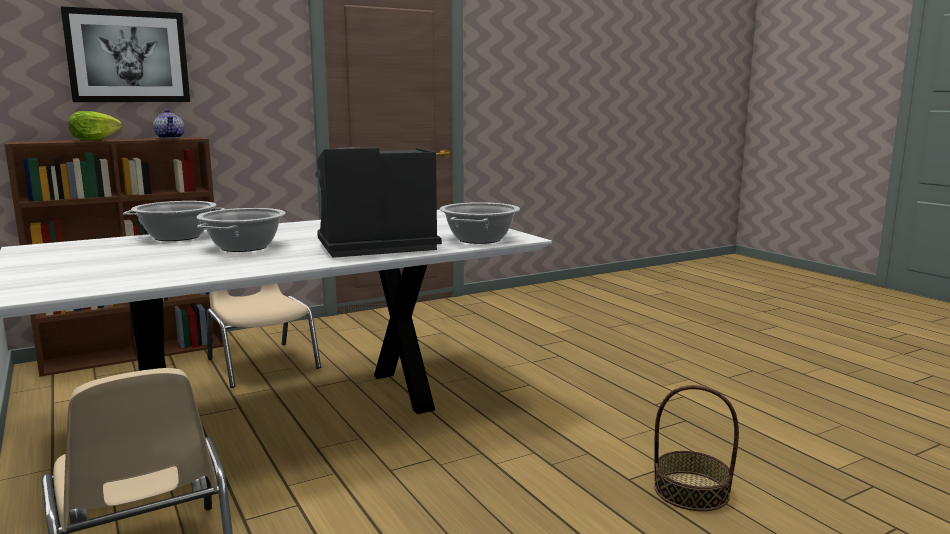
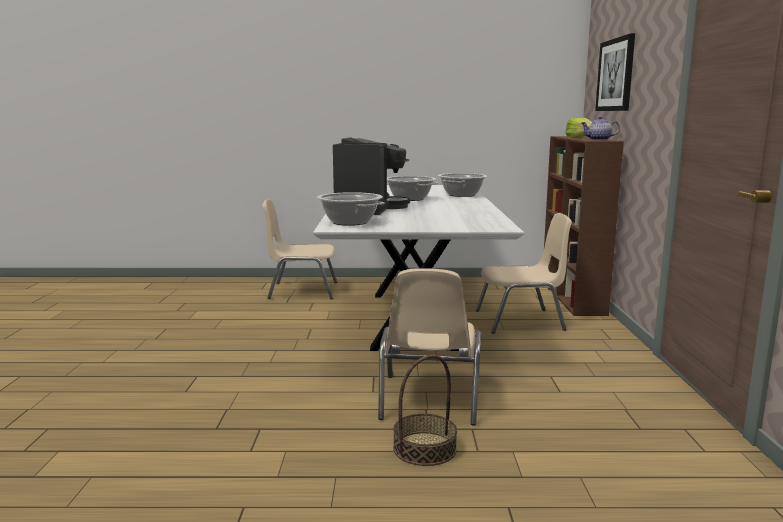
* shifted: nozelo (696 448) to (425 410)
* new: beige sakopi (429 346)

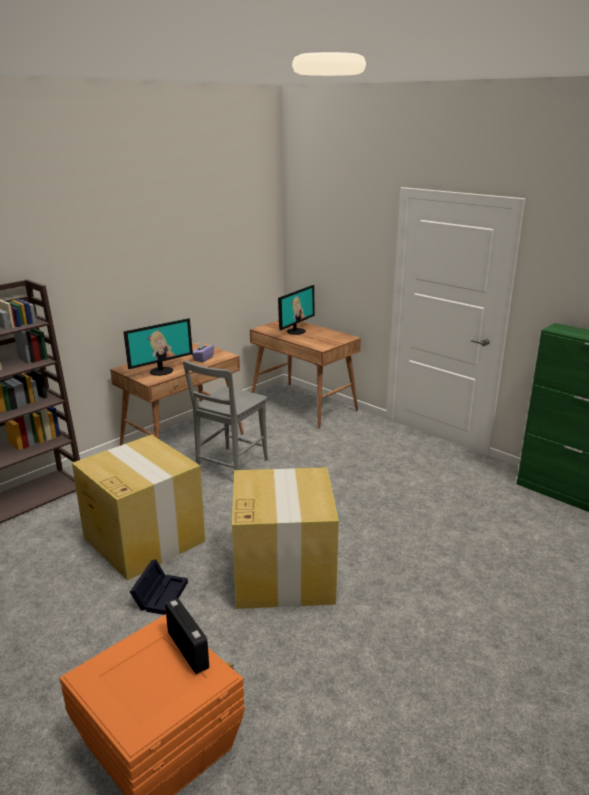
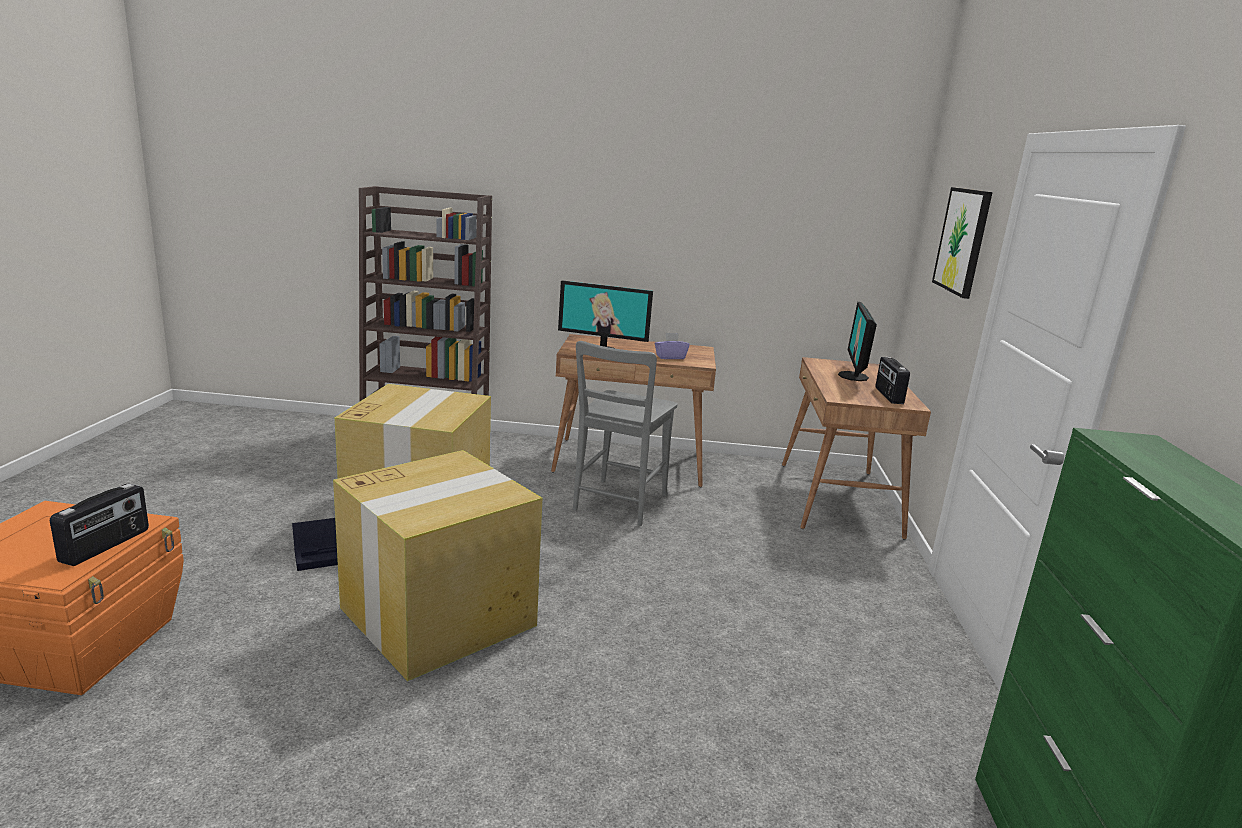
* rotated: grey sakopi (225 415) = (625 433) 60 degrees counterclockwise
* rotated: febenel (296 310) = (857 341) 105 degrees clockwise
* new: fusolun (893 380)
* new: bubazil (962 243)

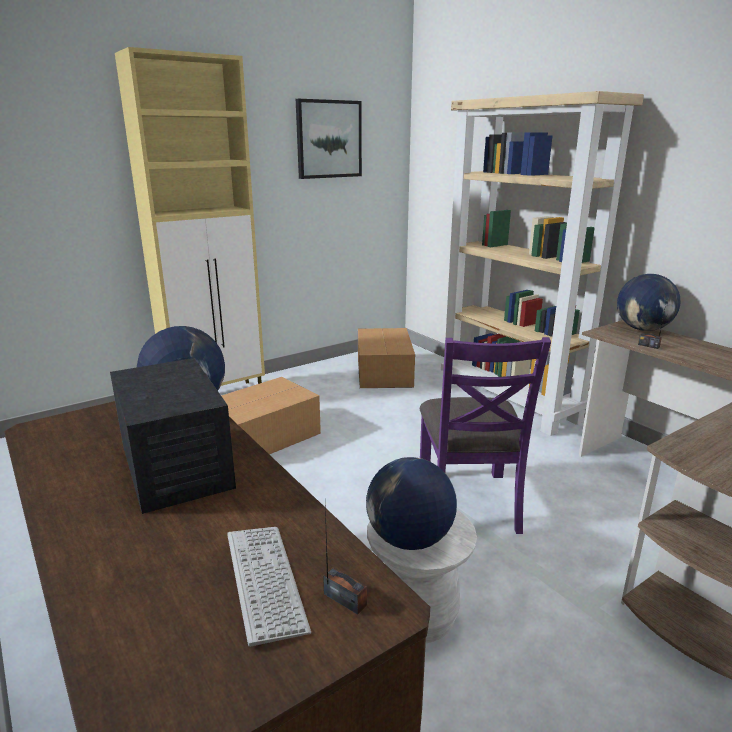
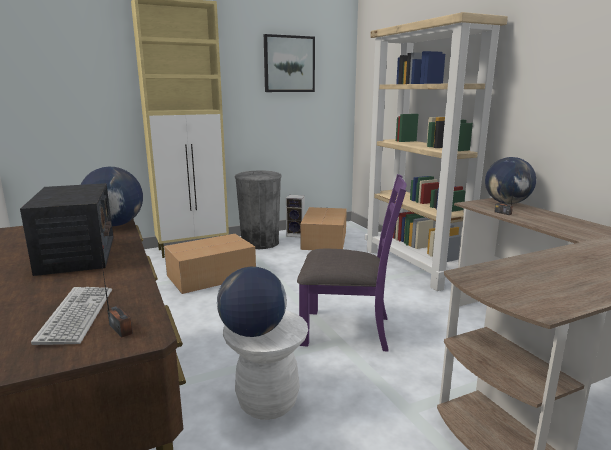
* rotated: purple sakopi (485 435) = (352 263) 90 degrees counterclockwise
* new: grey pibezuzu (258 209)
* new: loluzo (295 216)

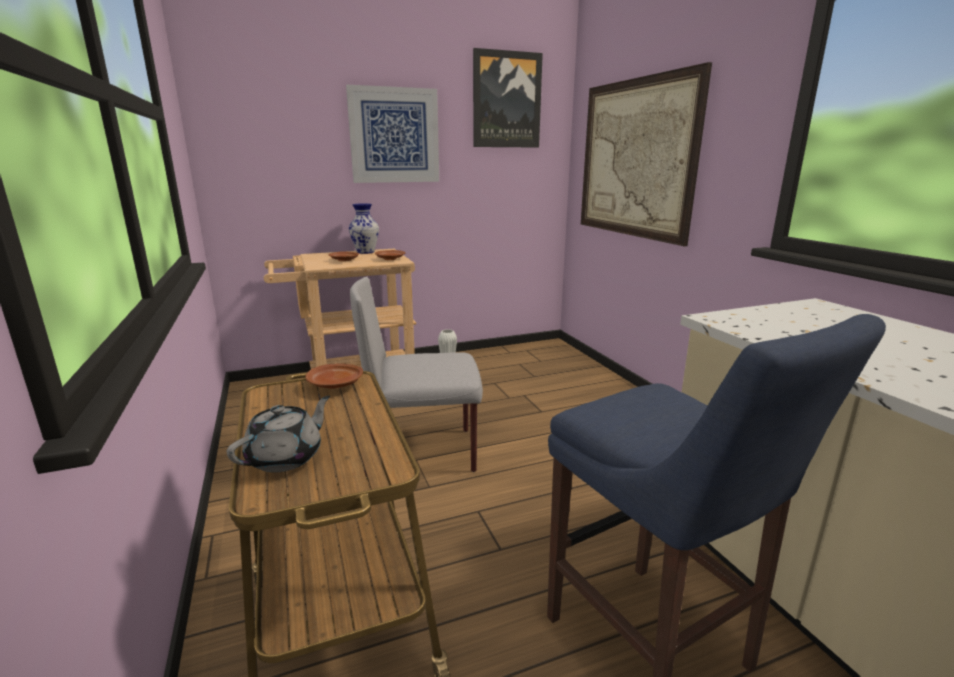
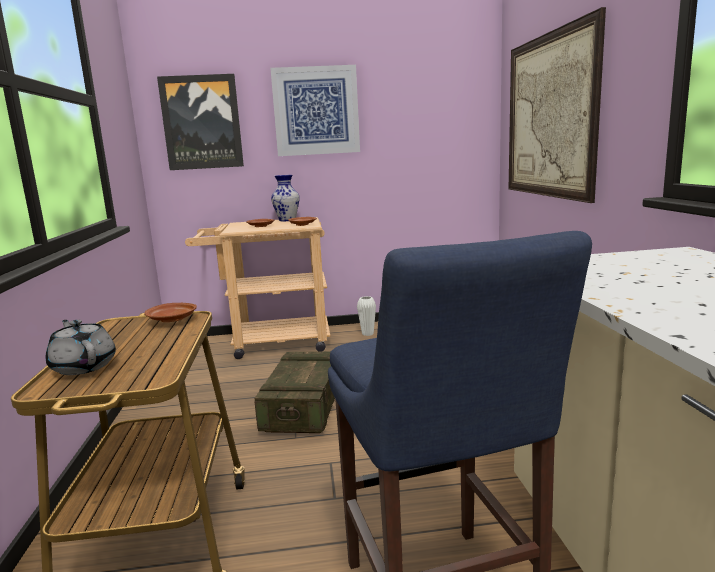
* rotated: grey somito (278 434) = (81 347) 90 degrees counterclockwise
* swapped: grey sakopi (416 377) to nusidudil (294 392)
* shifted: bubazil (508 98) to (200 122)

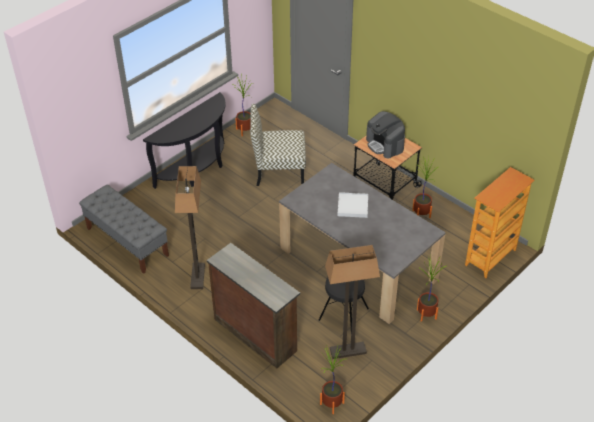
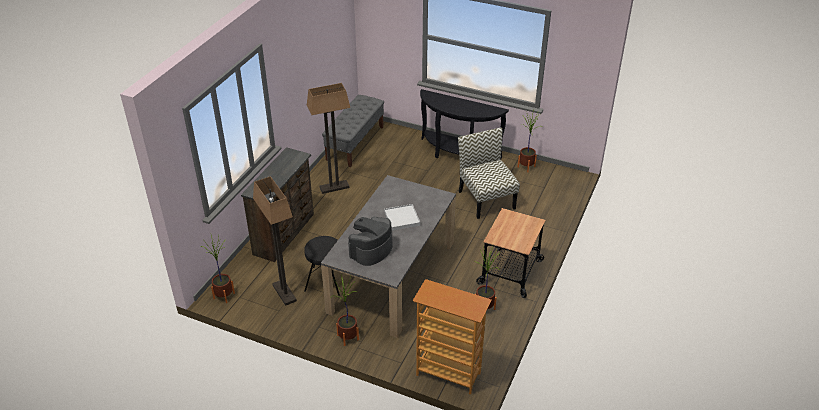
* shifted: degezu (385 134) to (370 241)

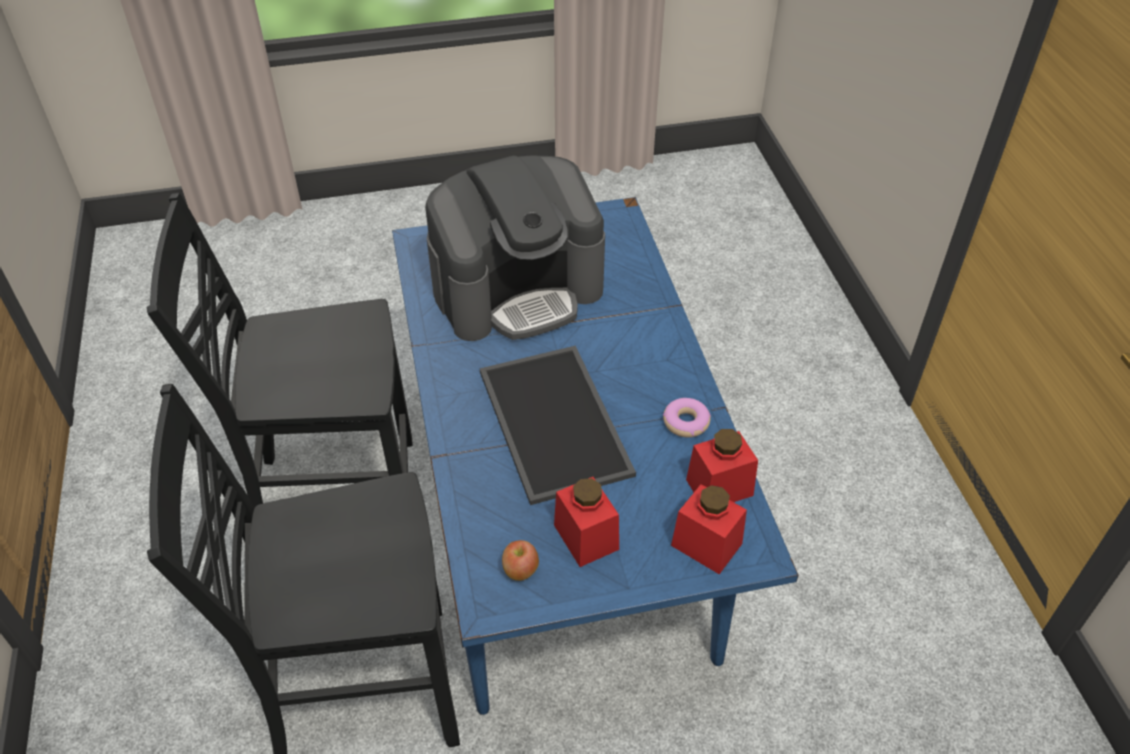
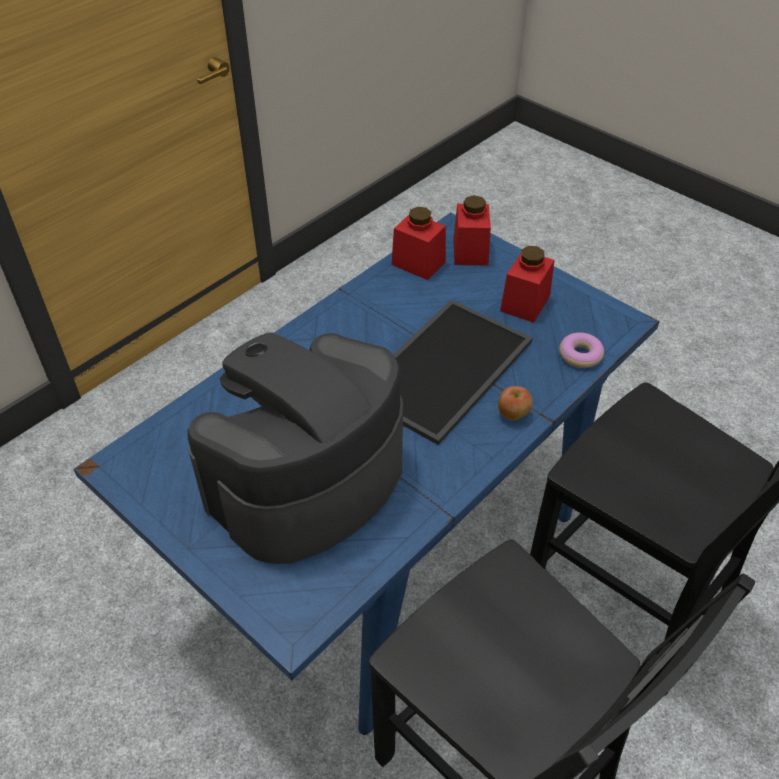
* rotated: degezu (515 248) = (295 448) 75 degrees counterclockwise
* shifted: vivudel (520 560) to (515 403)
* shifted: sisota (687 418) to (581 350)

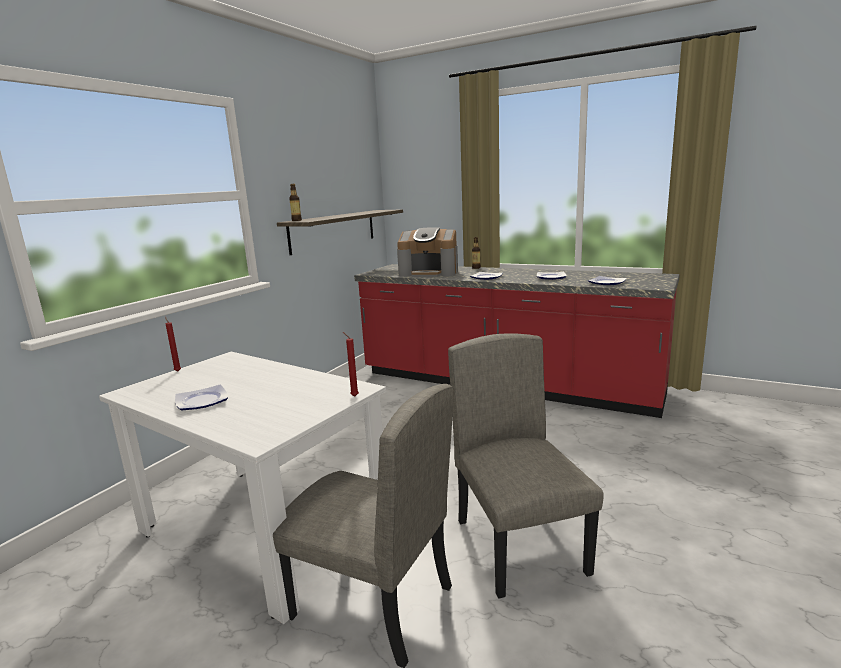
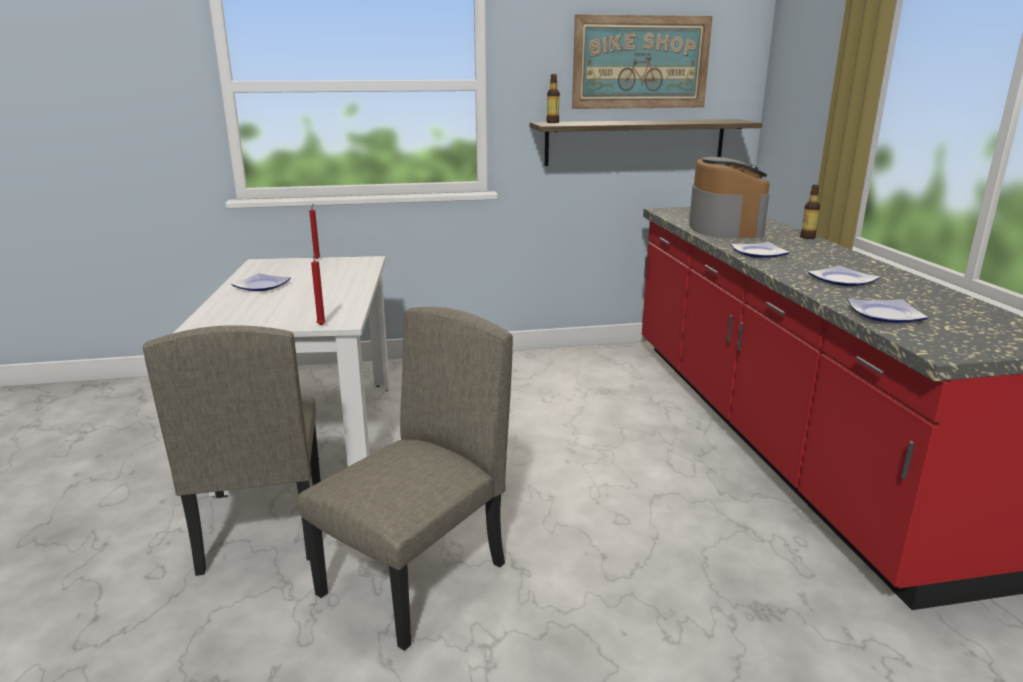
* rotated: degezu (427 252) = (729 197) 150 degrees counterclockwise
* new: bubazil (642 61)

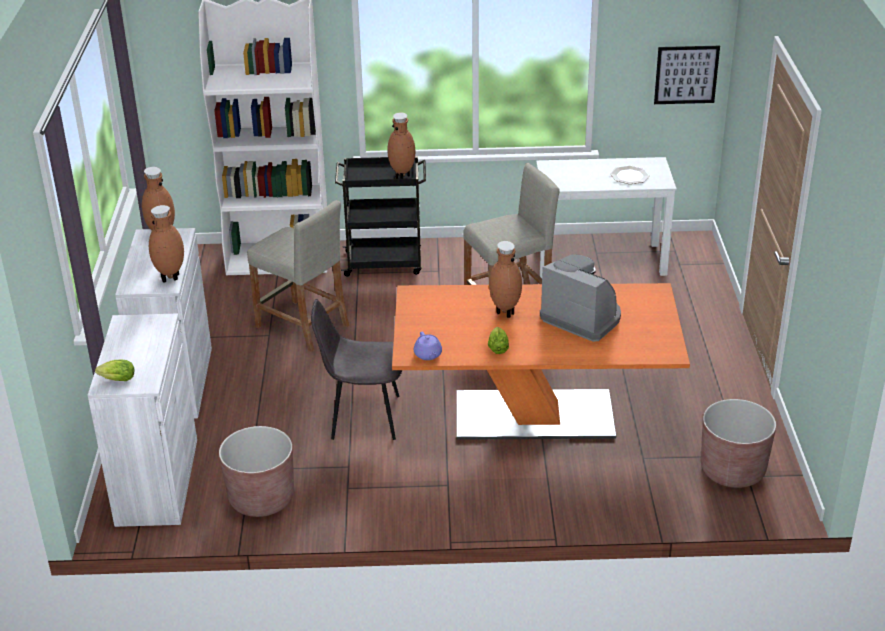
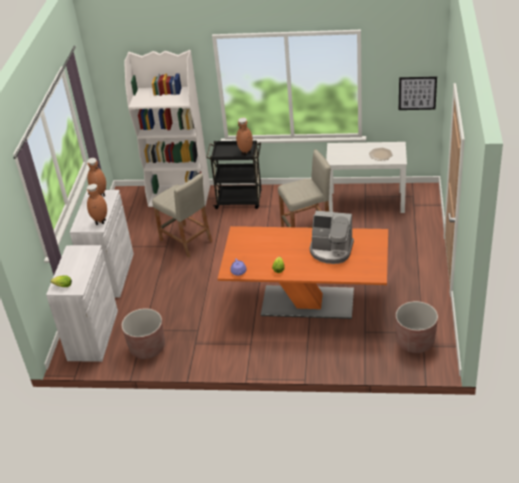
* gone: grey sakopi (356 369)
* gone: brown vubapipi (505 279)
* rotated: degezu (580 298) = (332 237) 150 degrees clockwise

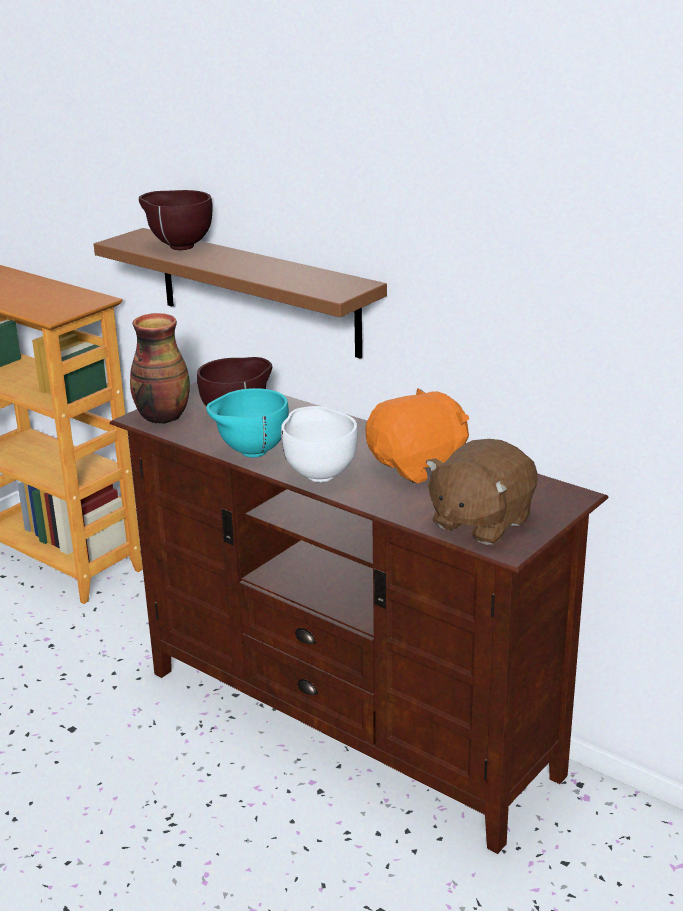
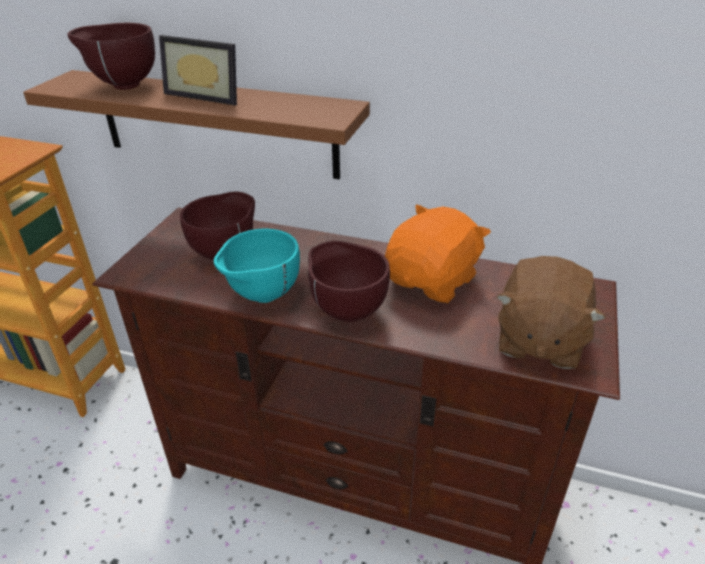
* gone: vubapipi (160 368)
* repainted: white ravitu (319 444) to brown ravitu (349 281)
* new: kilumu (198 70)

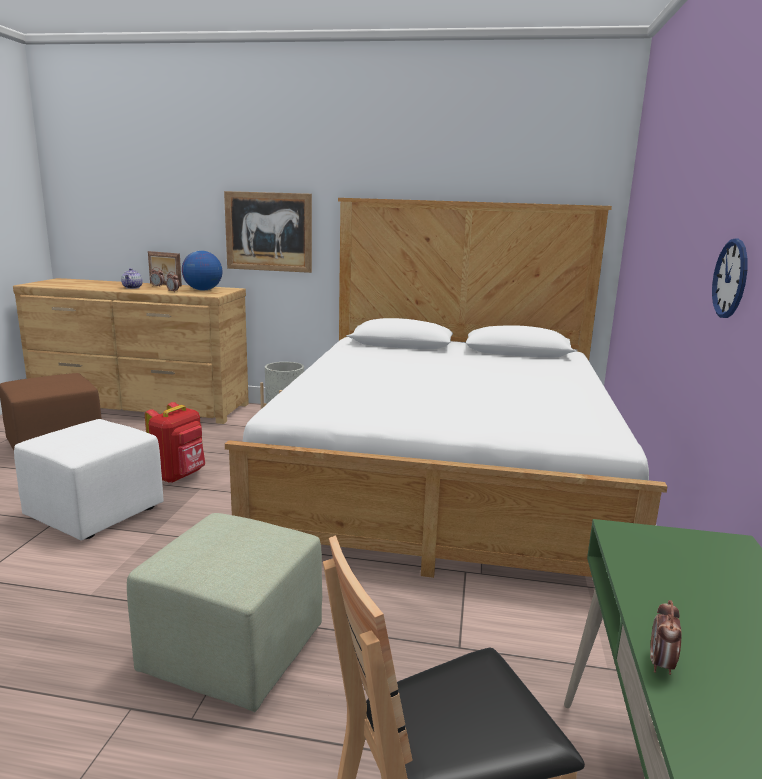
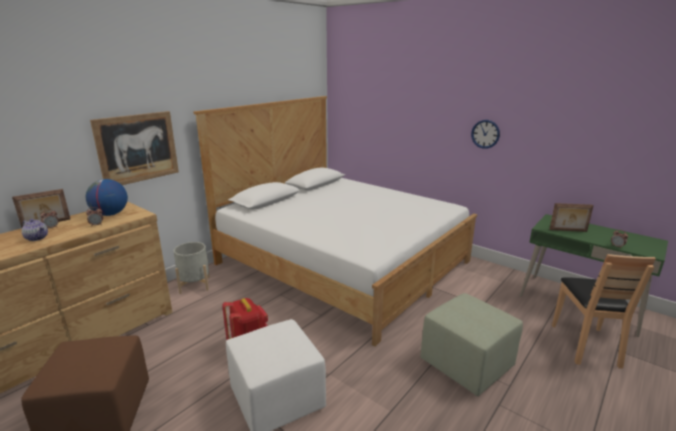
* new: kilumu (571 217)

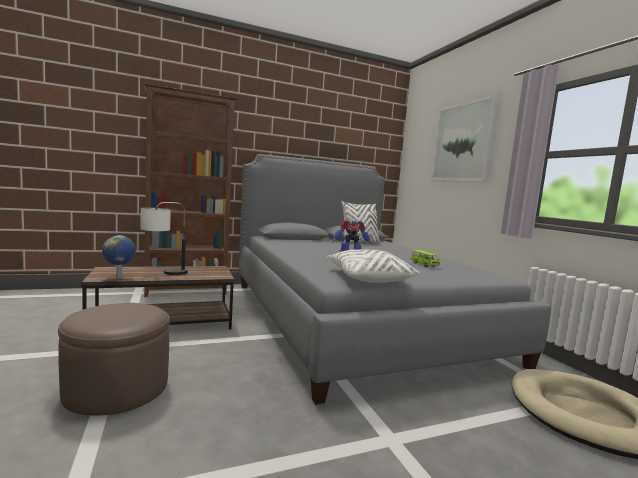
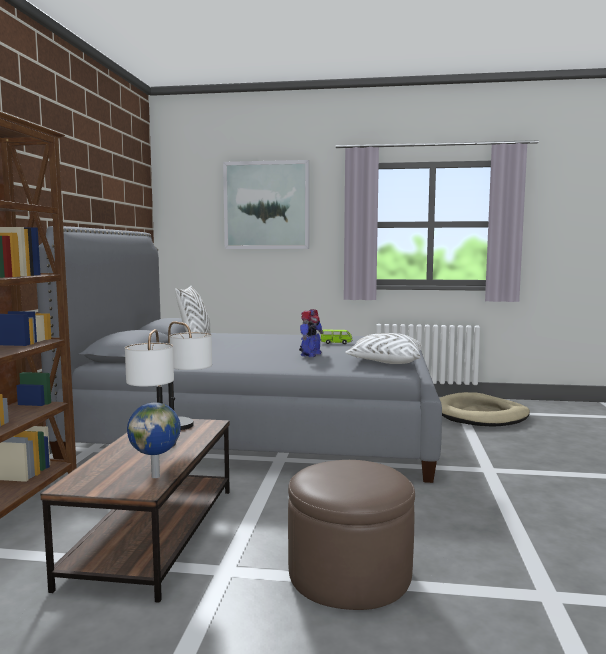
* new: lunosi (190 375)

